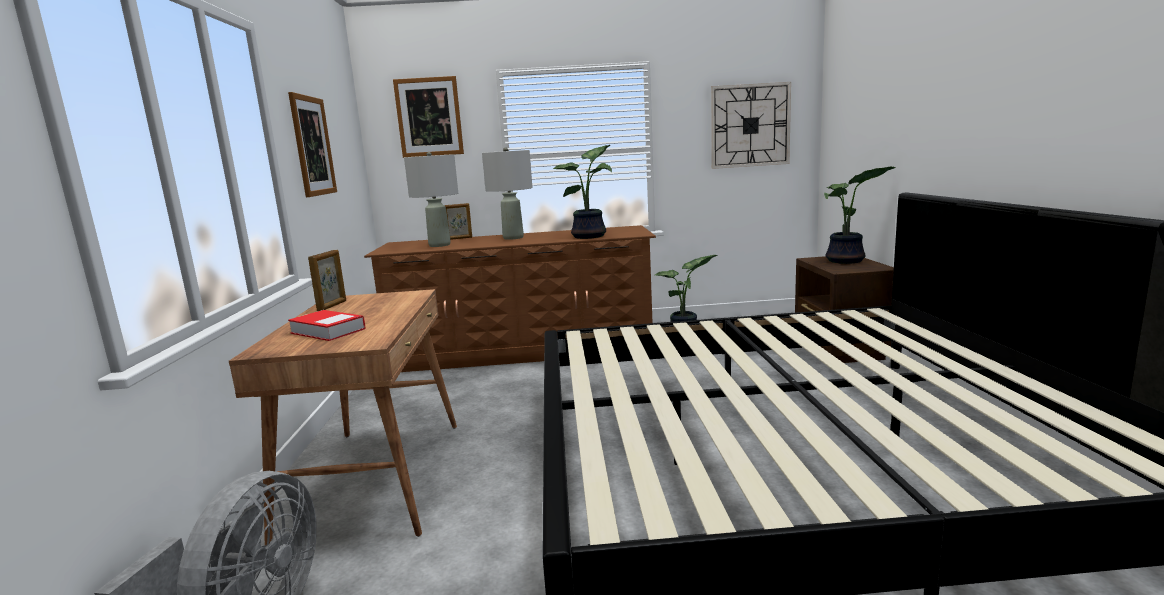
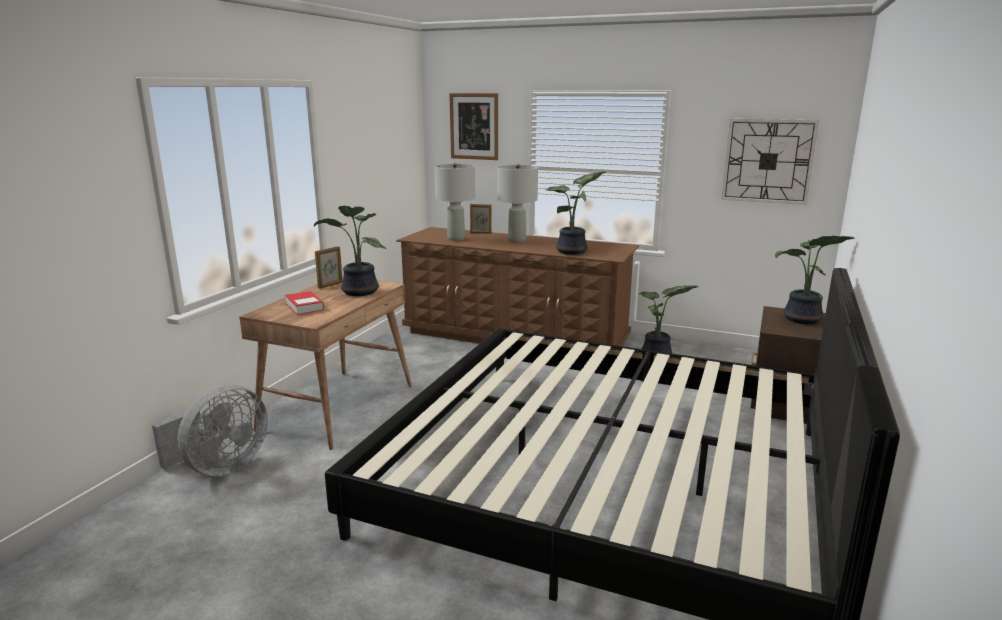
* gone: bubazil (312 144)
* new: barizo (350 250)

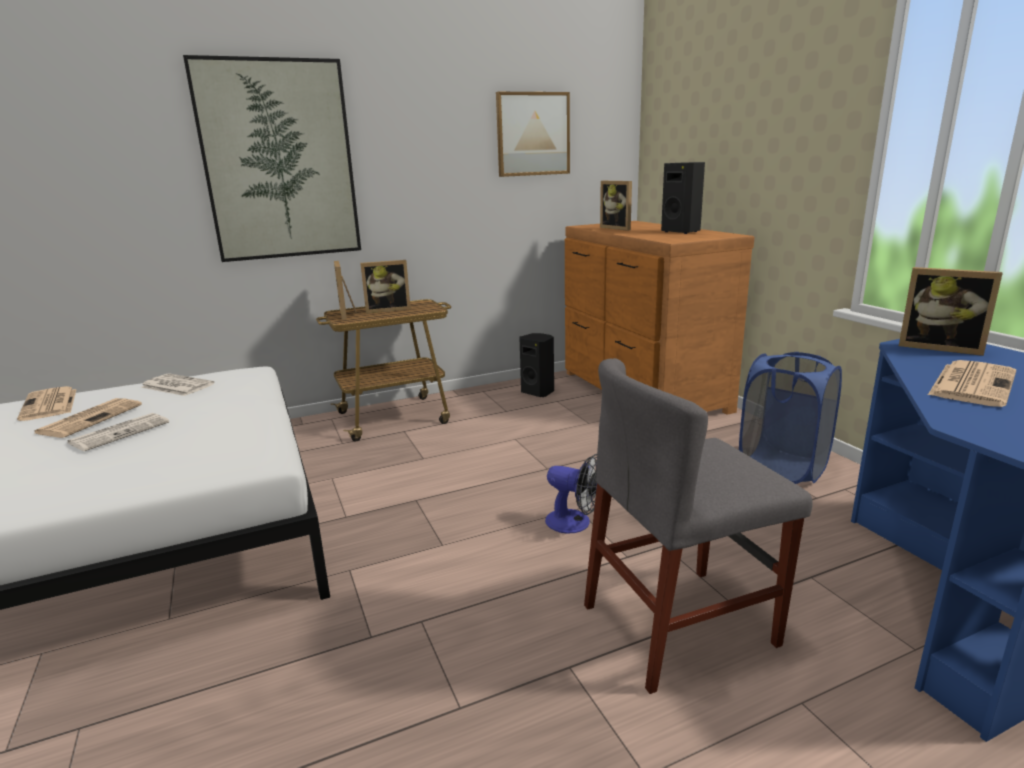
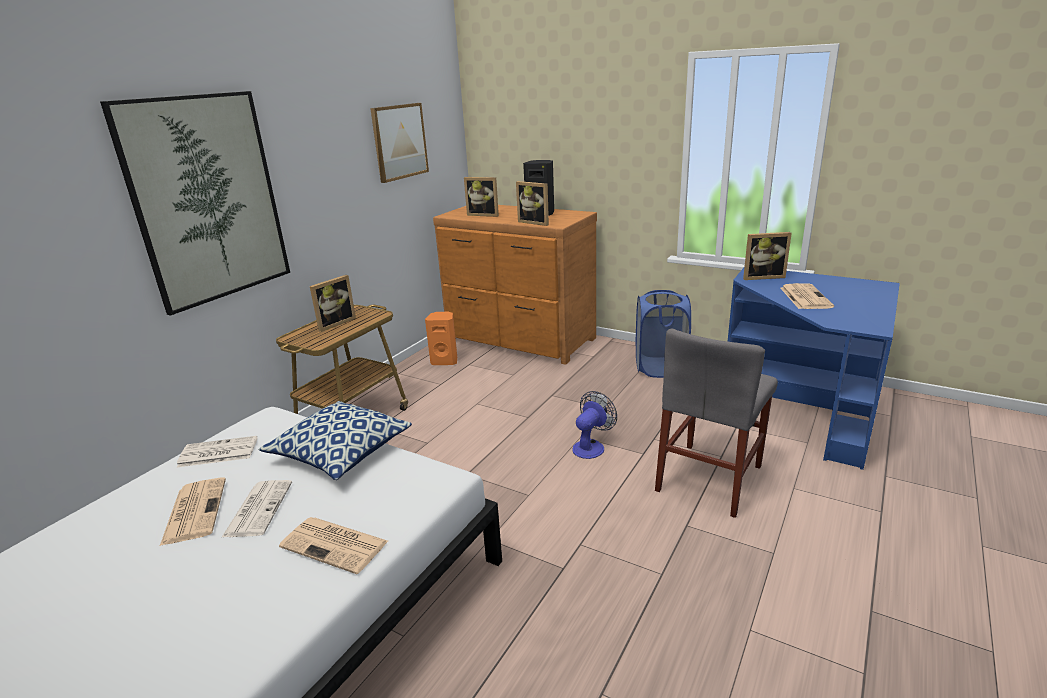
* shifted: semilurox (47 403) to (333 545)
* shifted: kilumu (345 290) to (532 203)
* repainted: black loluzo (536 365) to orange loluzo (441 338)
* rotated: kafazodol (571 494) = (594 425) 45 degrees counterclockwise
* new: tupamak (335 440)

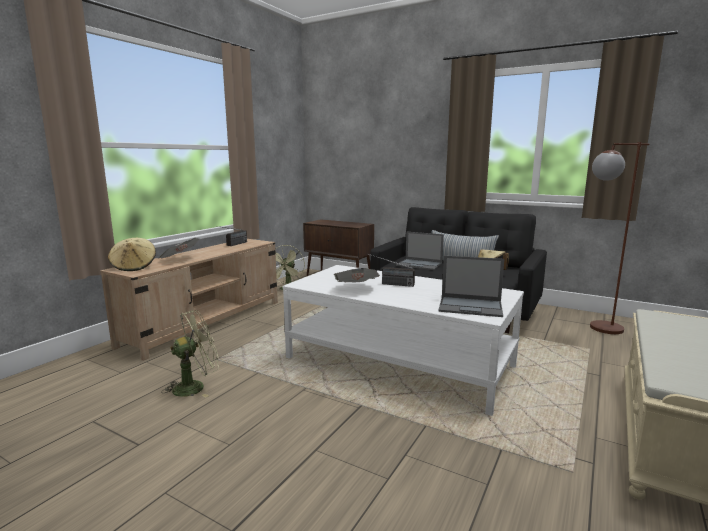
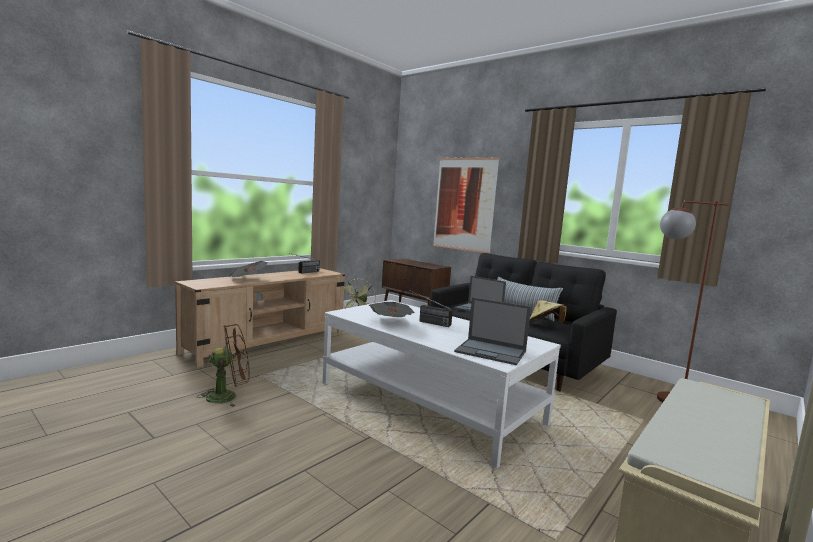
* gone: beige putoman (132 254)
* repainted: green kafazodol (190 353) to brown kafazodol (223 365)
* new: bubazil (466 205)

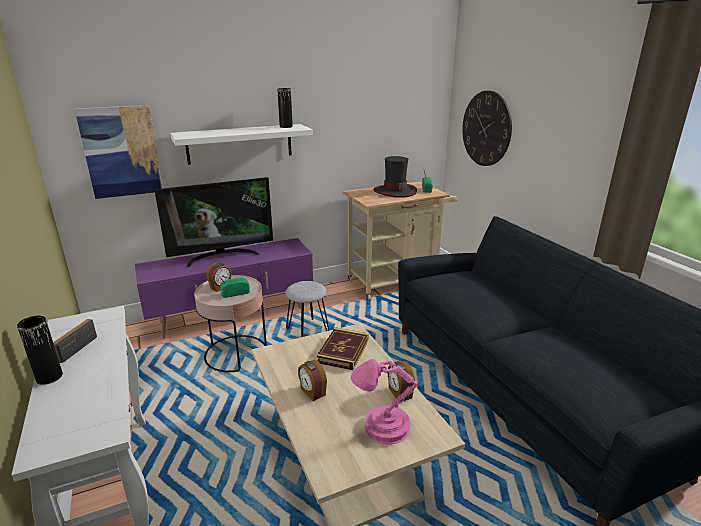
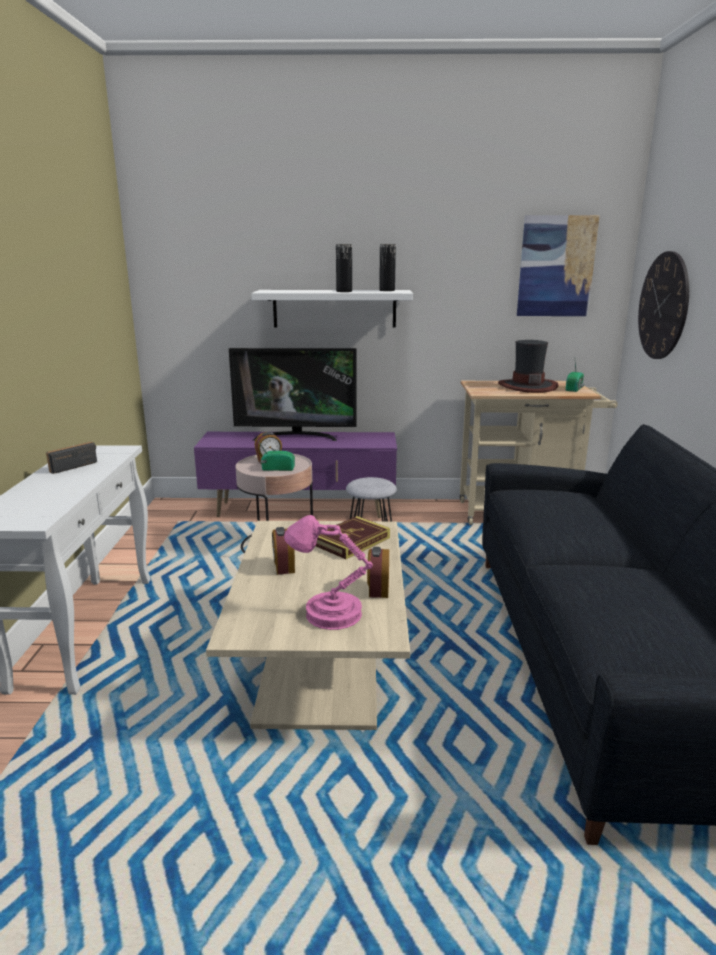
* shifted: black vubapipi (40 350) to (344 268)
* shifted: bubazil (119 152) to (558 265)

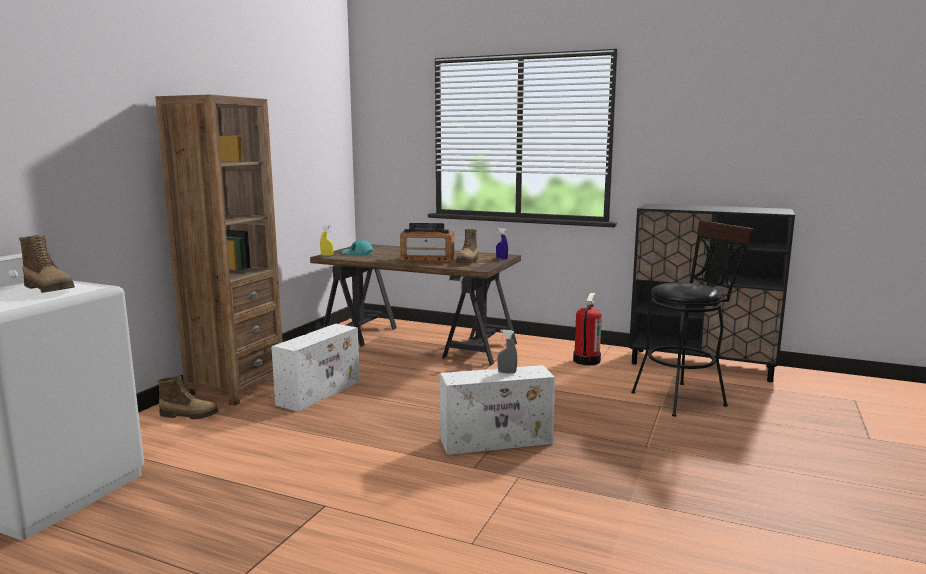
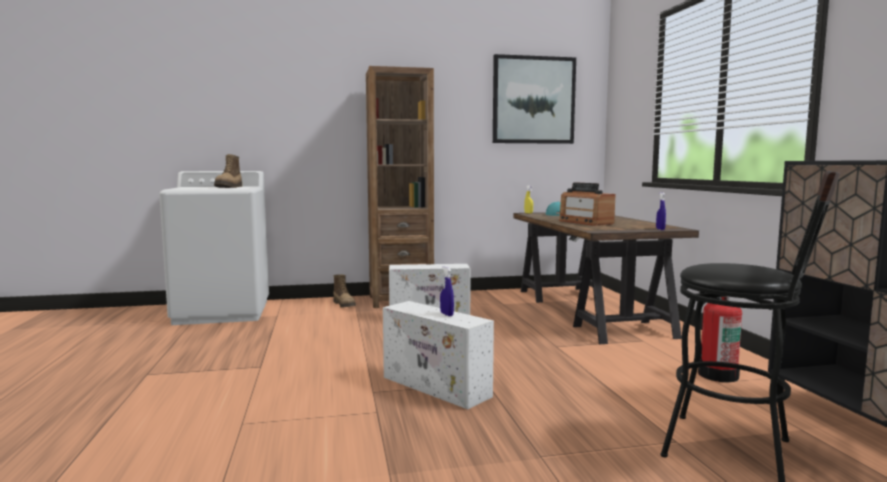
* gone: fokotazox (467 246)
* repainted: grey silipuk (507 351) to blue silipuk (447 291)
* new: bubazil (534 99)

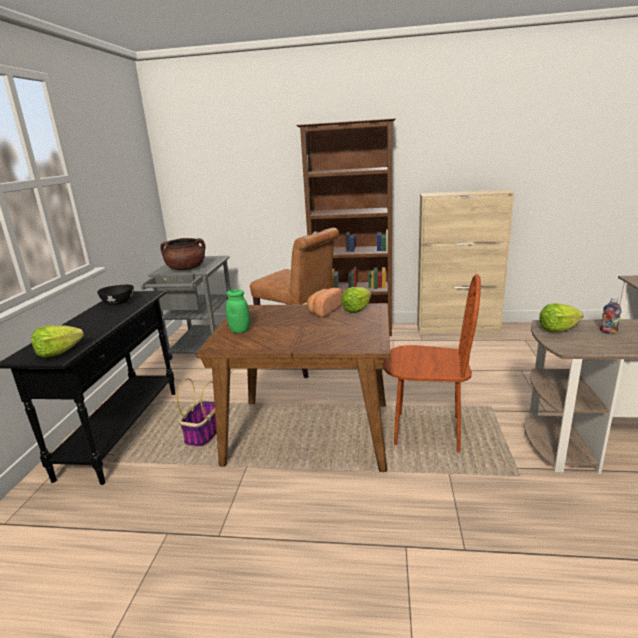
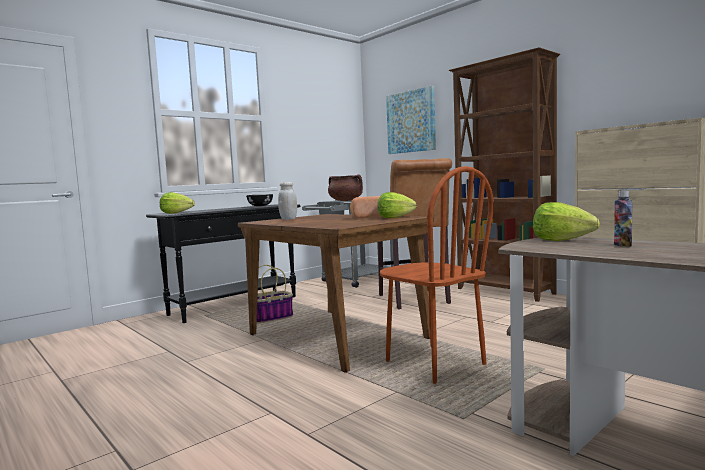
* repainted: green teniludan (238 311) to white teniludan (287 201)
* new: bubazil (411 120)

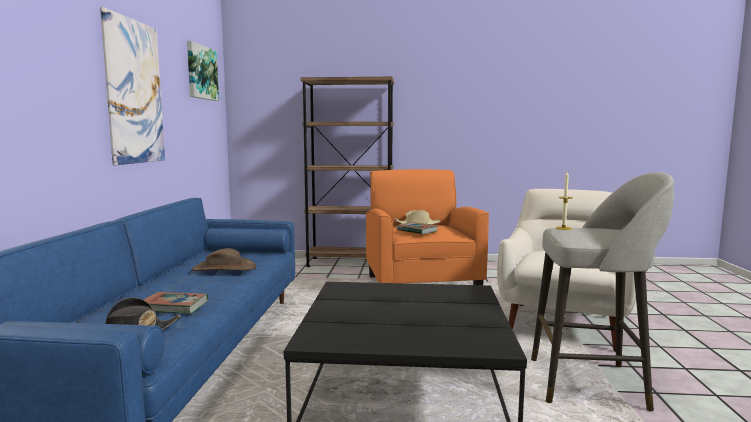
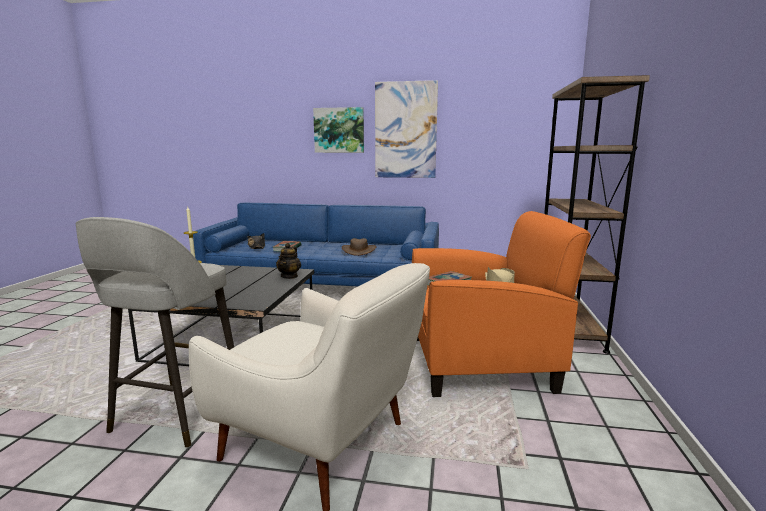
* shifted: bubazil (203 71) to (338 130)
* new: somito (288 261)

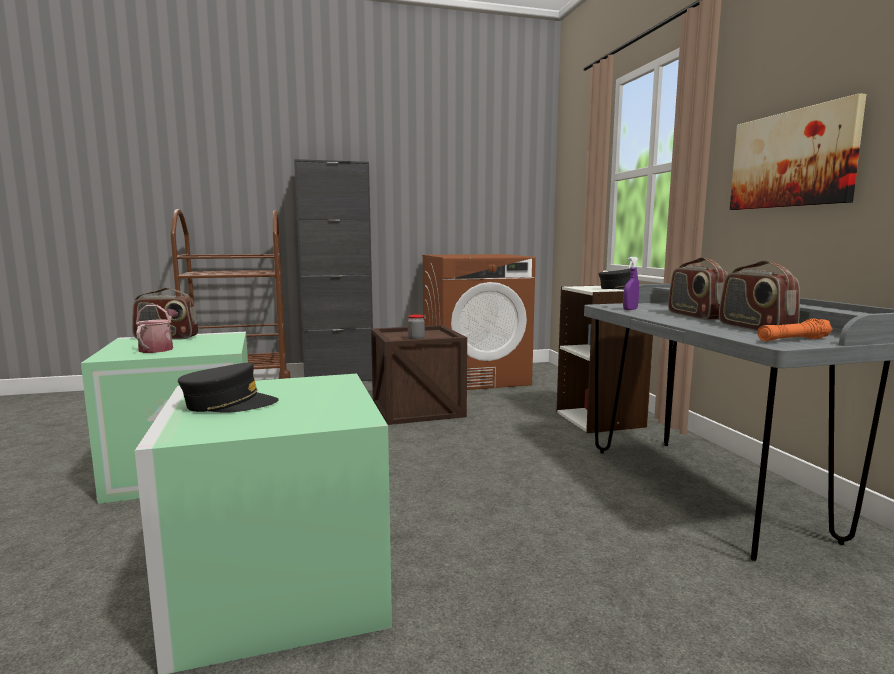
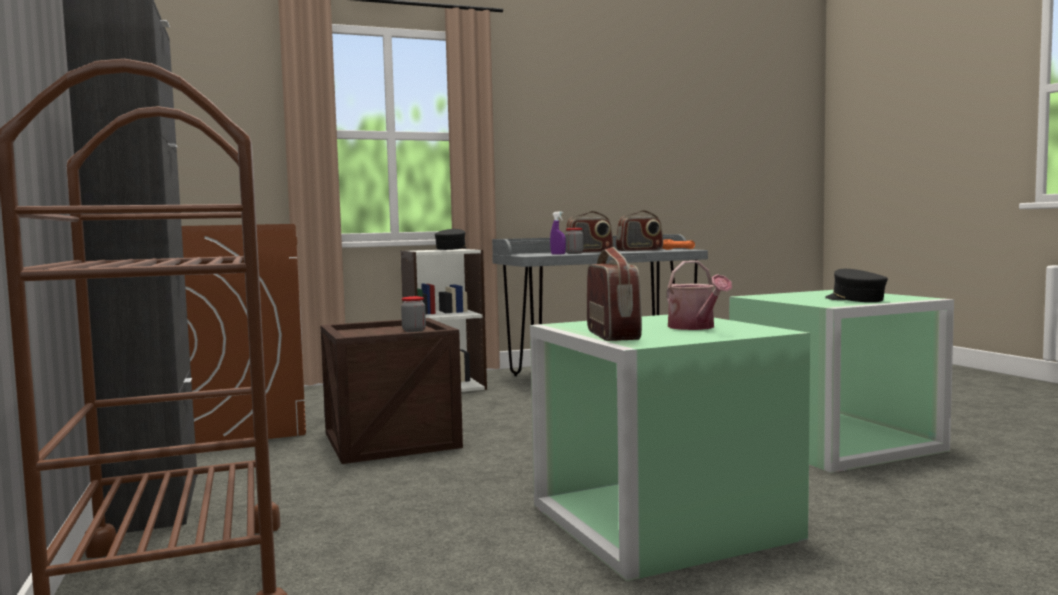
* rotated: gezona (157 329) = (699 295) 105 degrees counterclockwise
* gone: bubazil (798 151)
* new: teniludan (574 241)

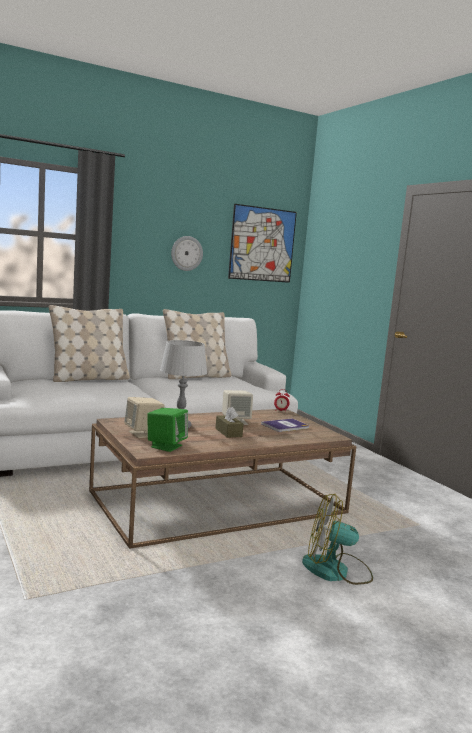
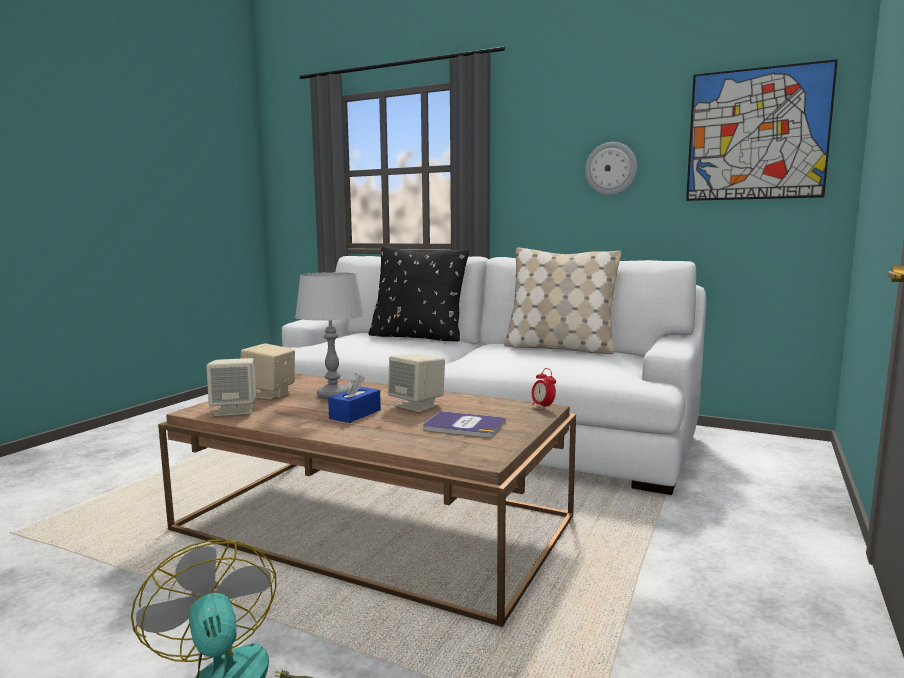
* repainted: beige tupamak (89 343) to black tupamak (418 294)
* repainted: green loluzo (167 430) to beige loluzo (231 387)
* repainted: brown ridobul (230 422) to blue ridobul (354 398)

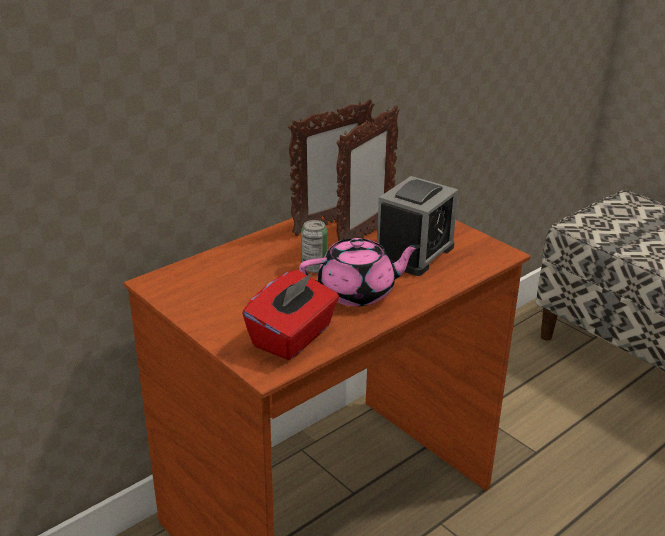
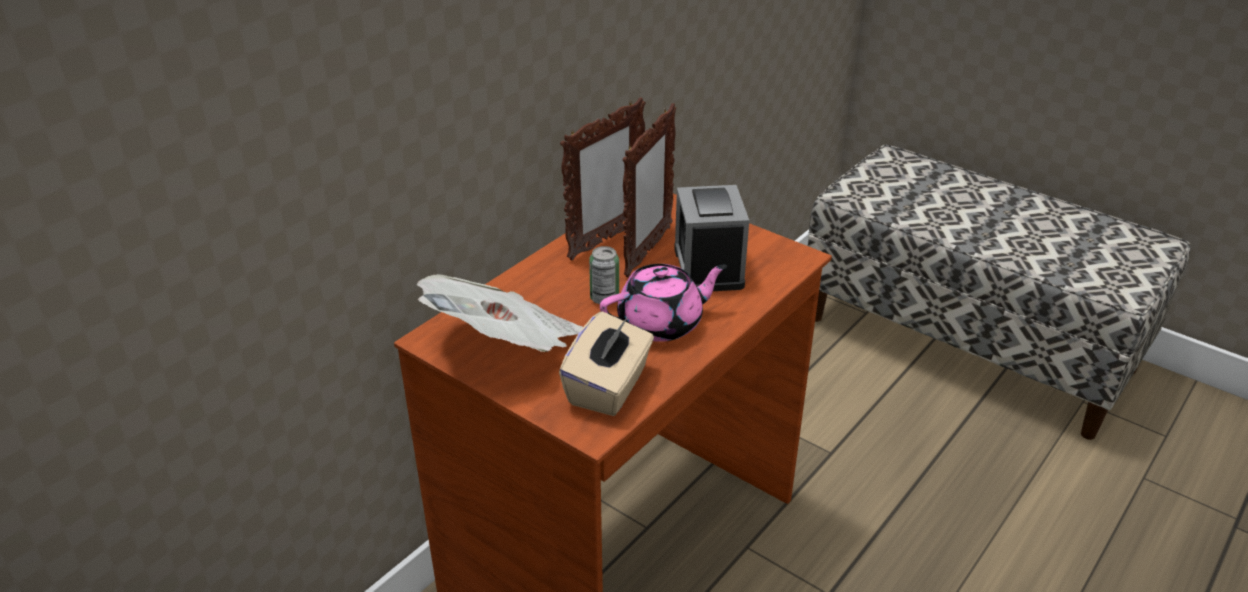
* repainted: red ridobul (290 315) to beige ridobul (606 363)
* rotated: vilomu (417 226) = (711 238) 150 degrees clockwise
* new: semilurox (500 313)

